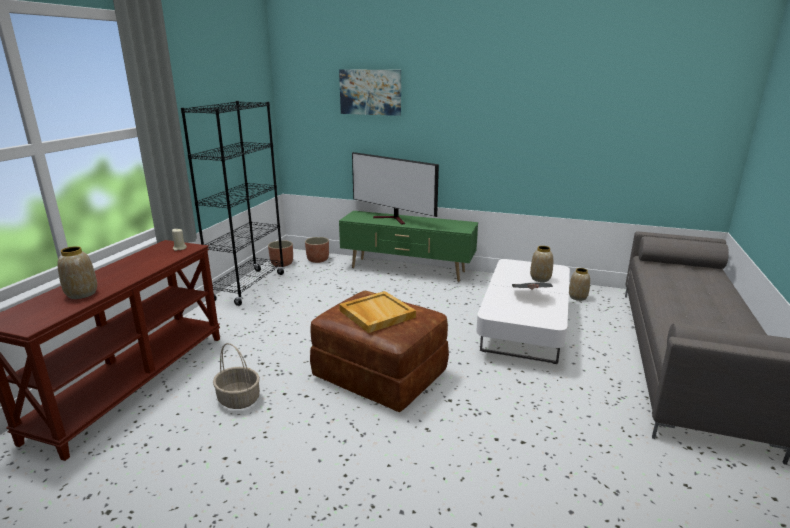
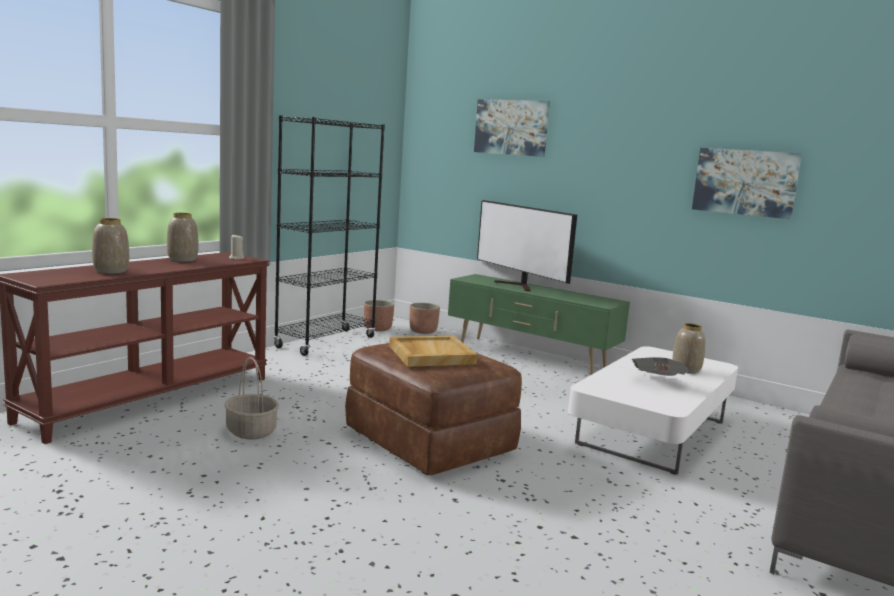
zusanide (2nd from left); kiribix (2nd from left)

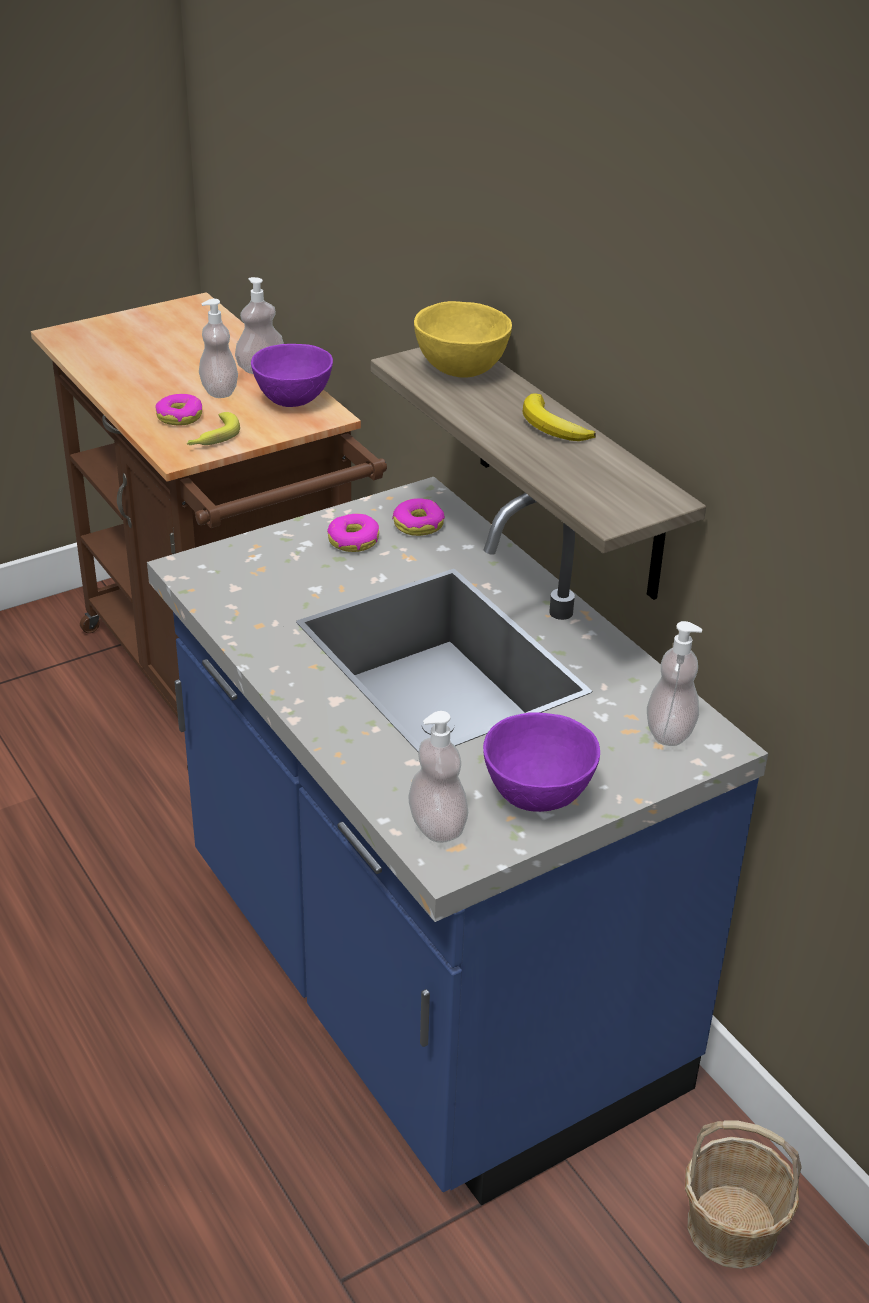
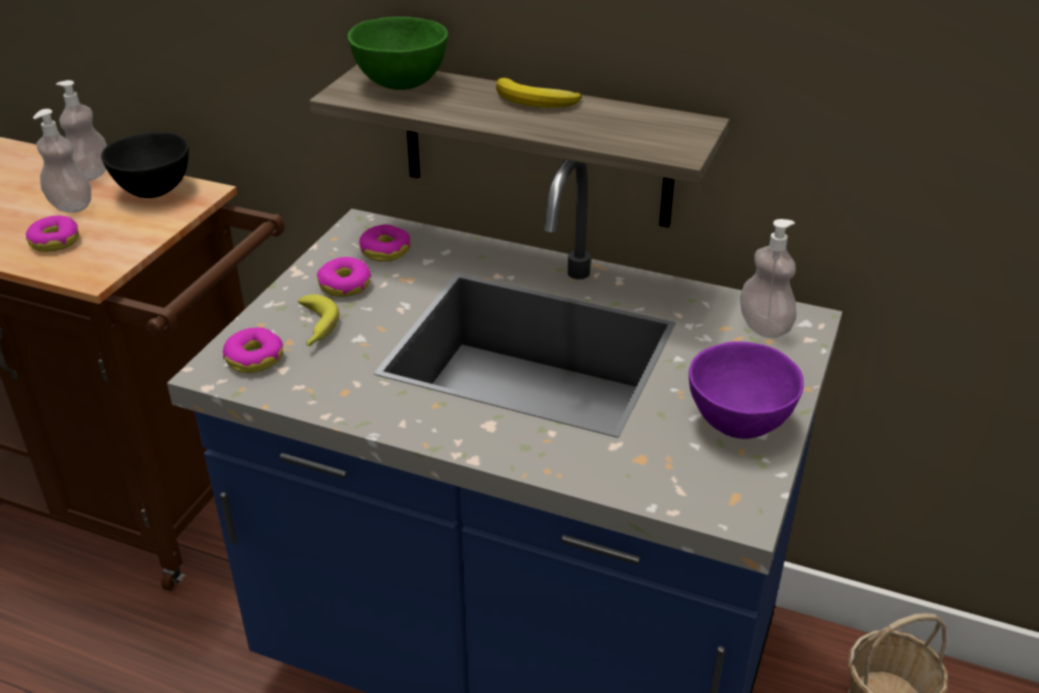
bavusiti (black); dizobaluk (2nd from left); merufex (1st from left); bavusiti (green); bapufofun (3rd from left in the first image)

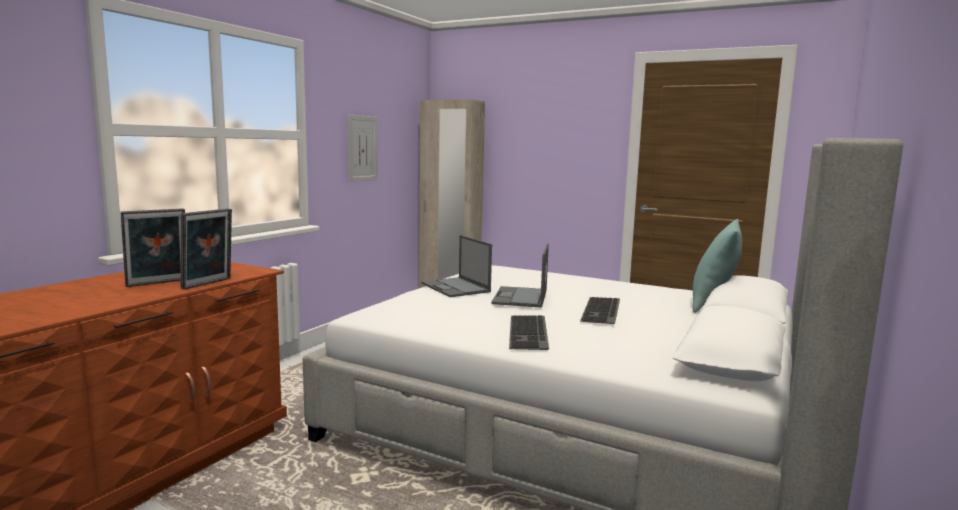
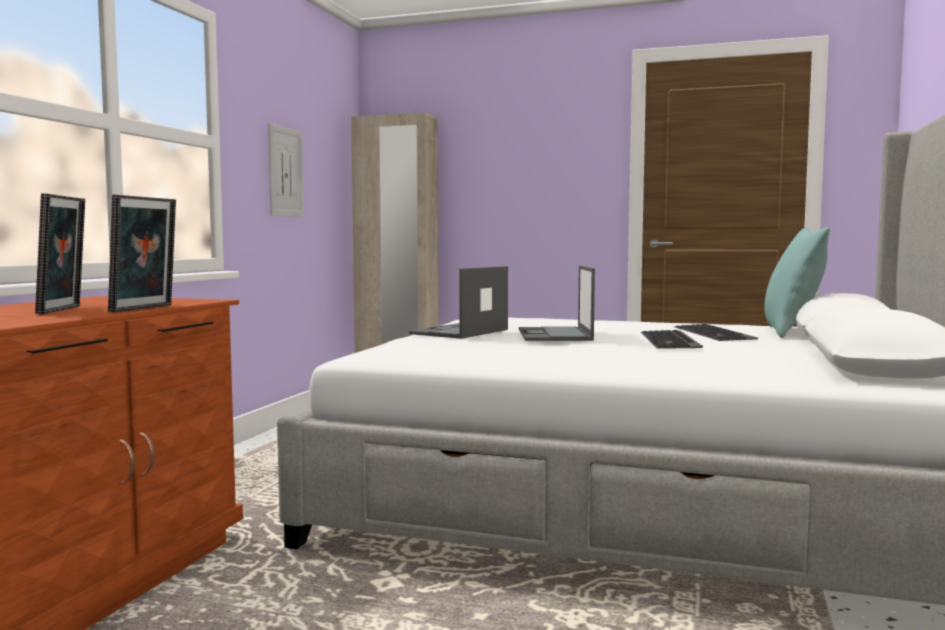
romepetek (1st from left); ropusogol (1st from left); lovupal (2nd from left)

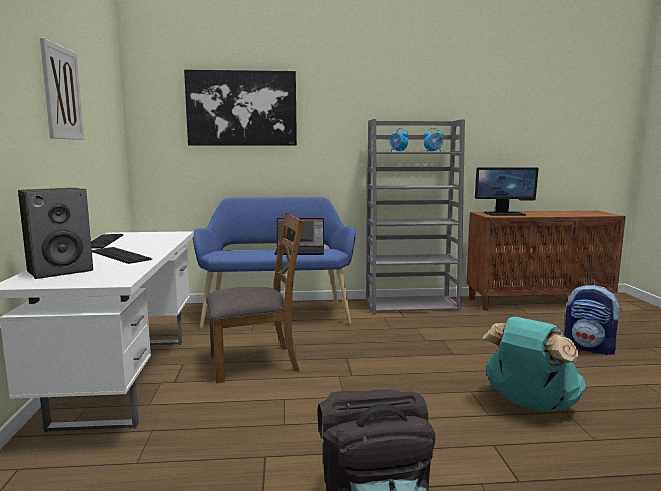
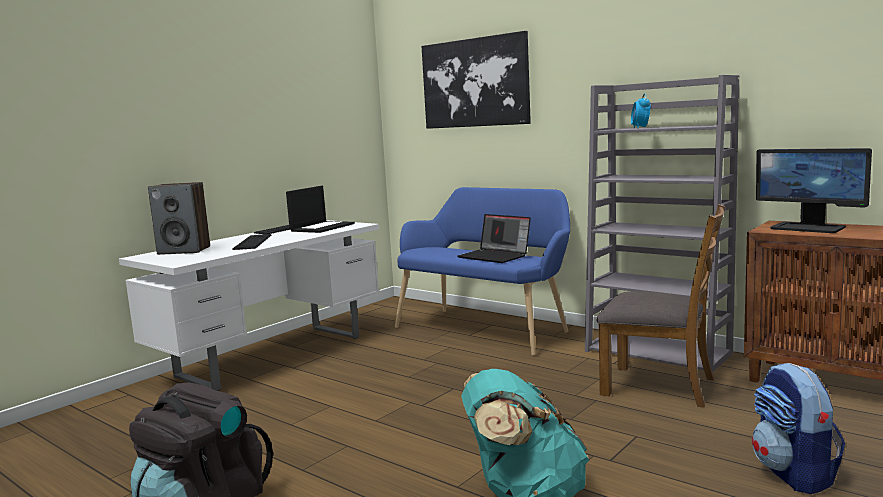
ropusogol (1st from left); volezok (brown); kiribix (1st from left in the first image); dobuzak (2nd from left in the first image)

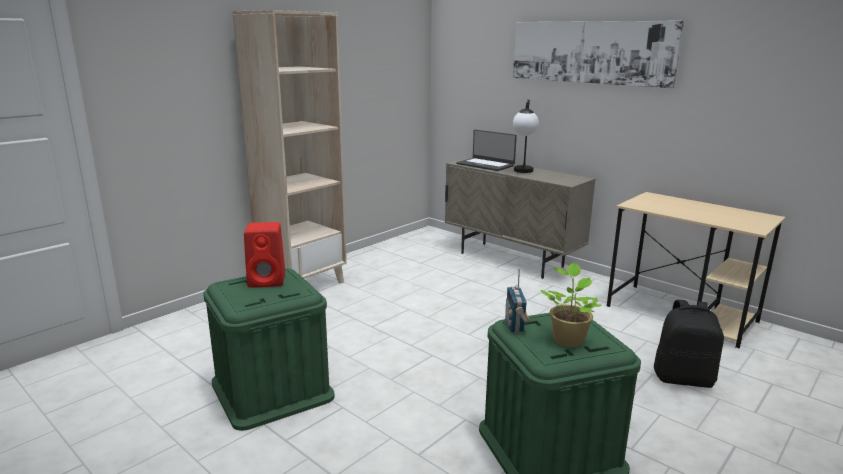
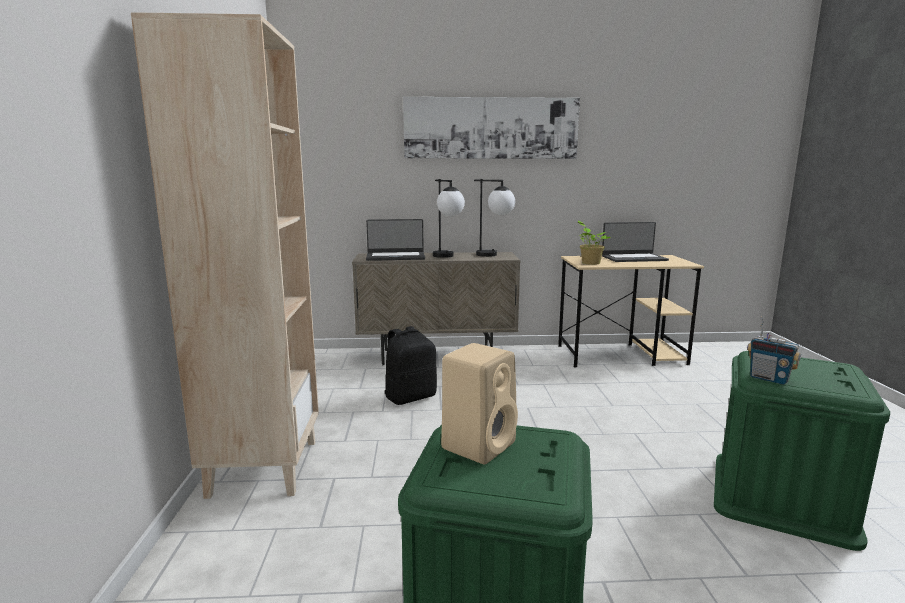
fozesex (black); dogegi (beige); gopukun (2nd from left); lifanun; ropusogol (2nd from left)

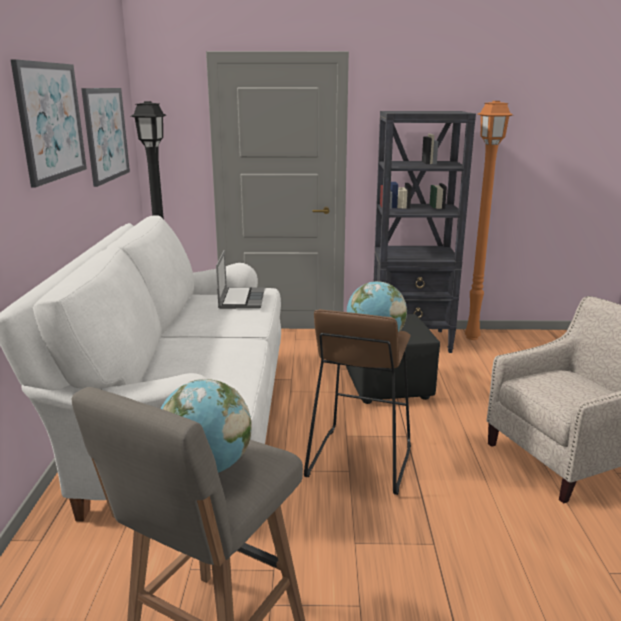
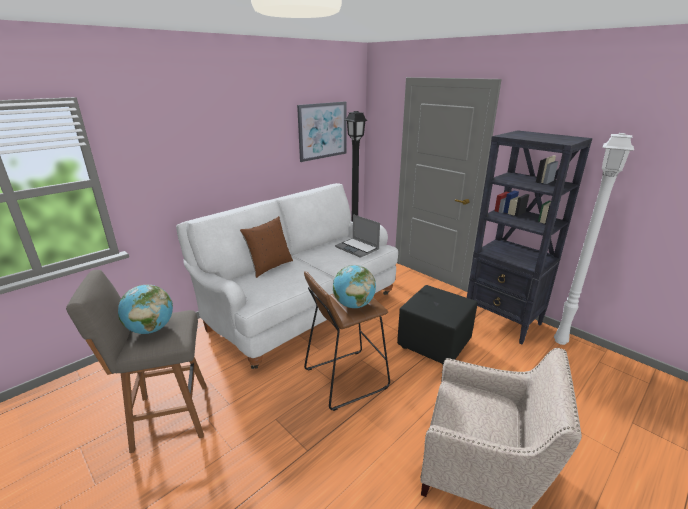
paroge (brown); ropusogol; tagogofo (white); kiribix (1st from left in the first image)

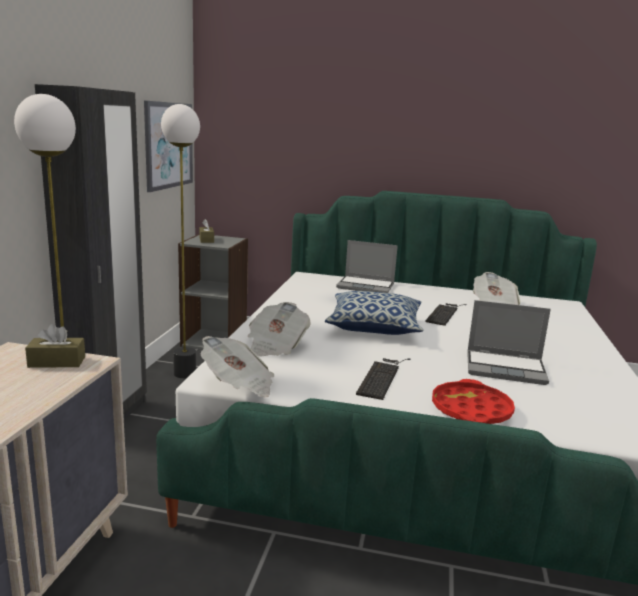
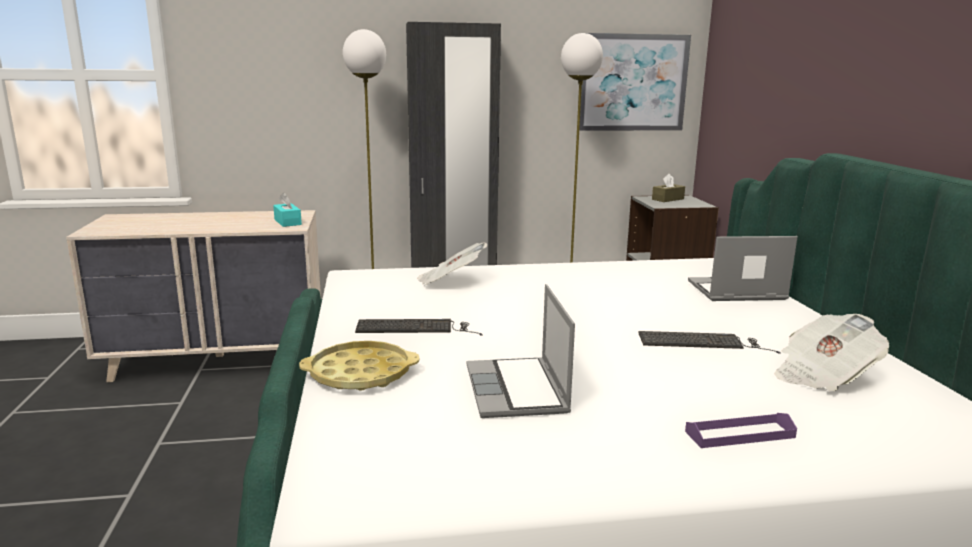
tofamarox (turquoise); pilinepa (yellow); pilinepa (purple); ropusogol (2nd from left); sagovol (1st from left in the first image); paroge

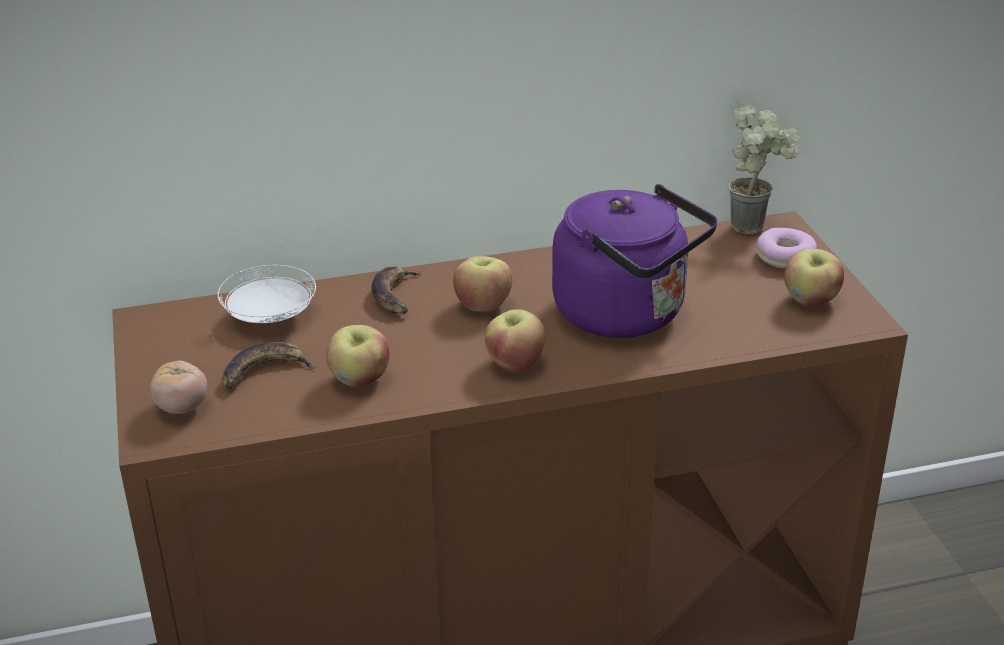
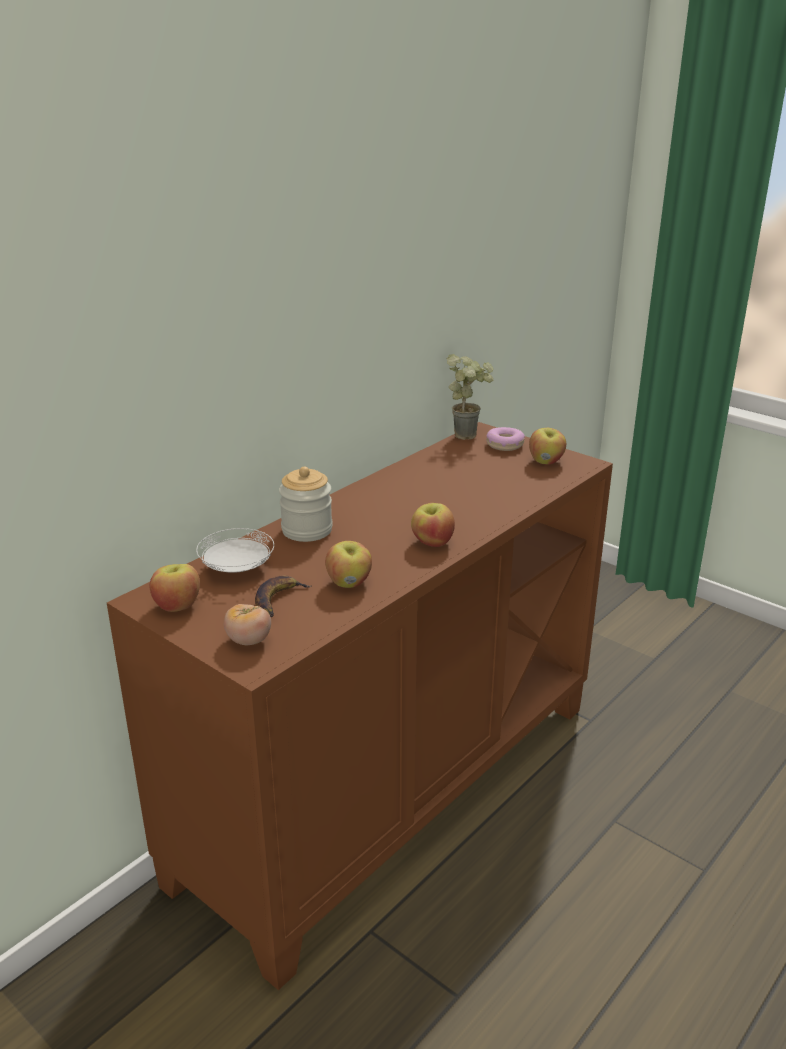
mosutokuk (1st from left); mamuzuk; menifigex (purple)

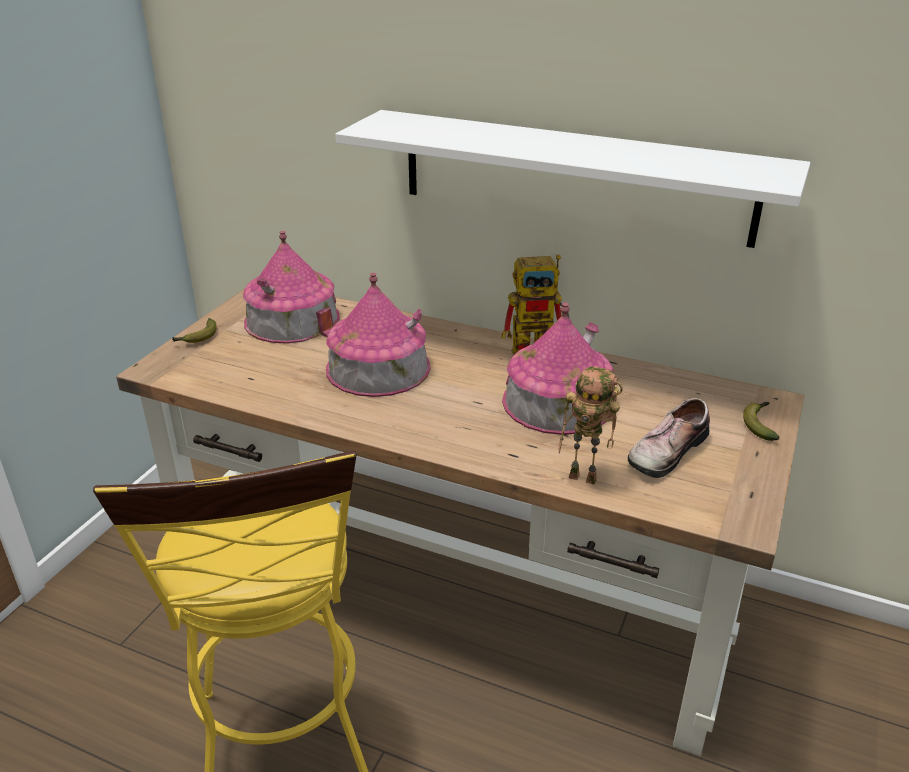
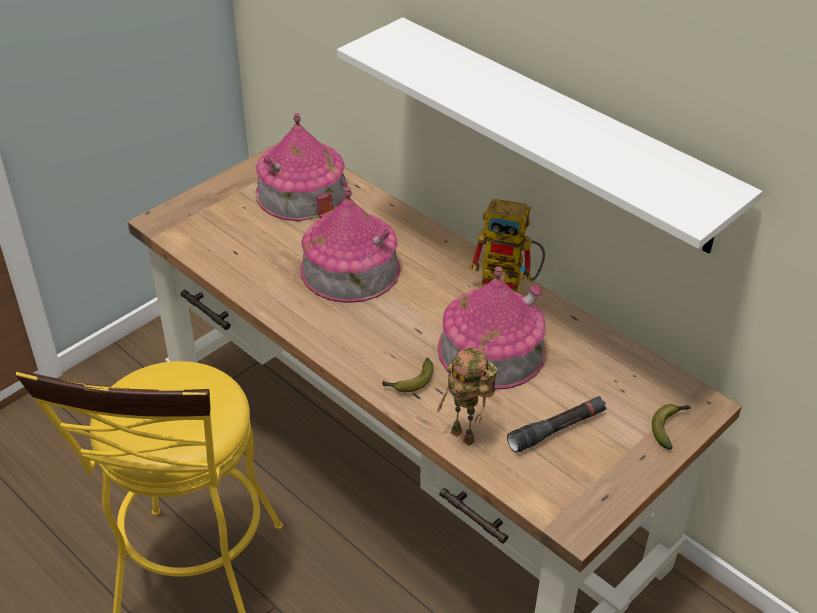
merufex (1st from left); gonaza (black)

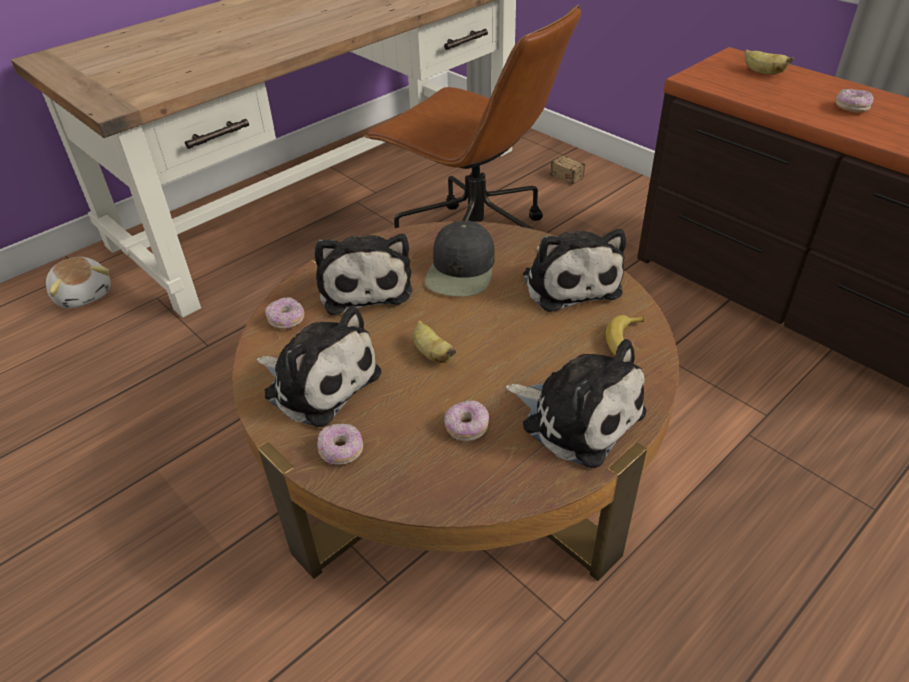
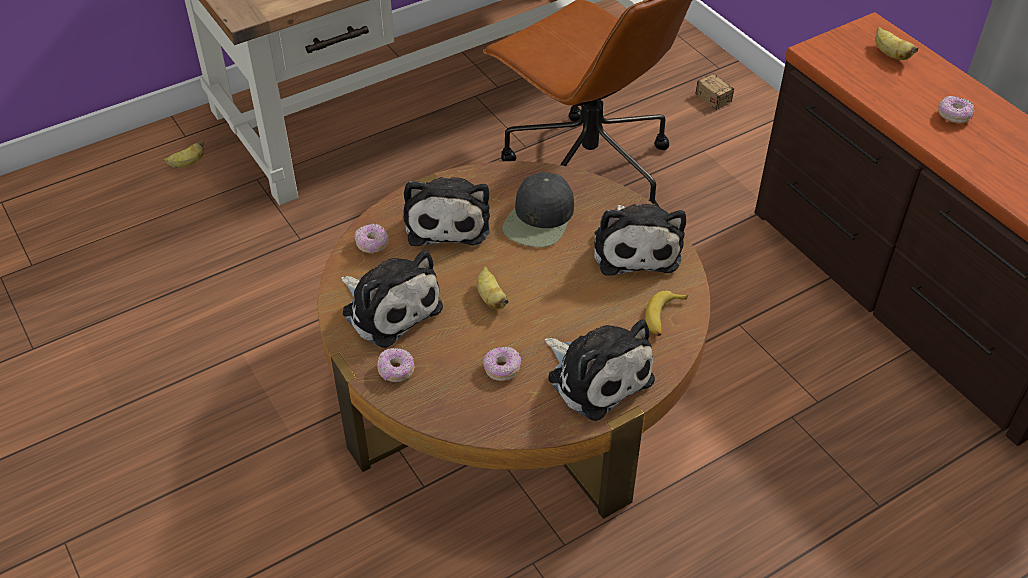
merufex (1st from left)

